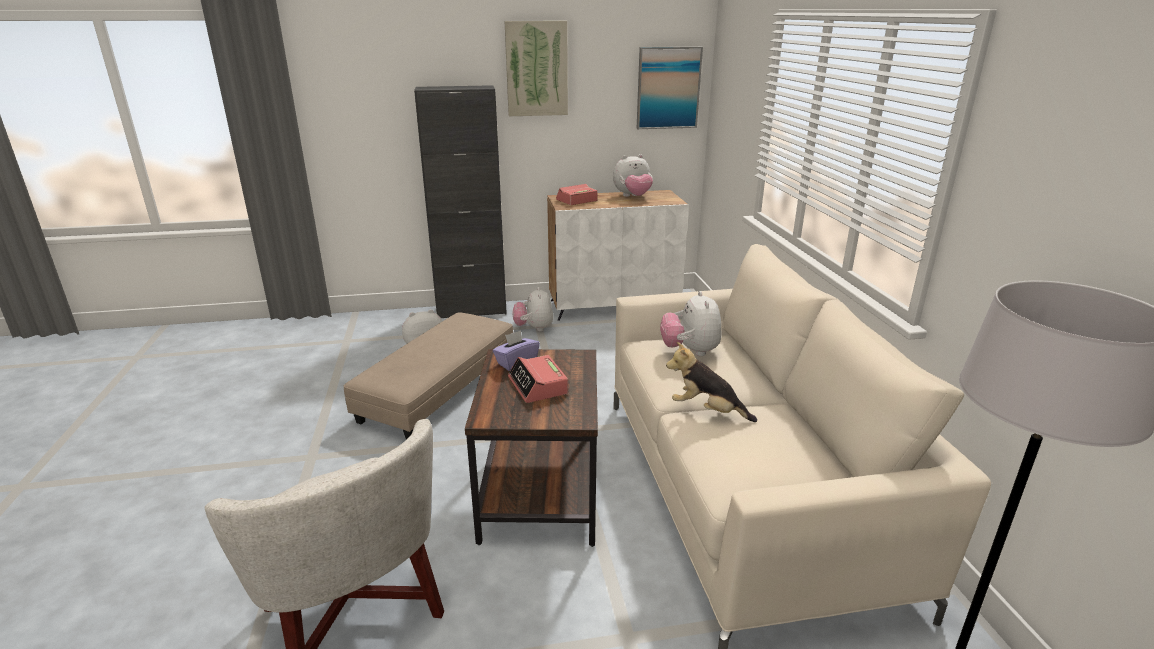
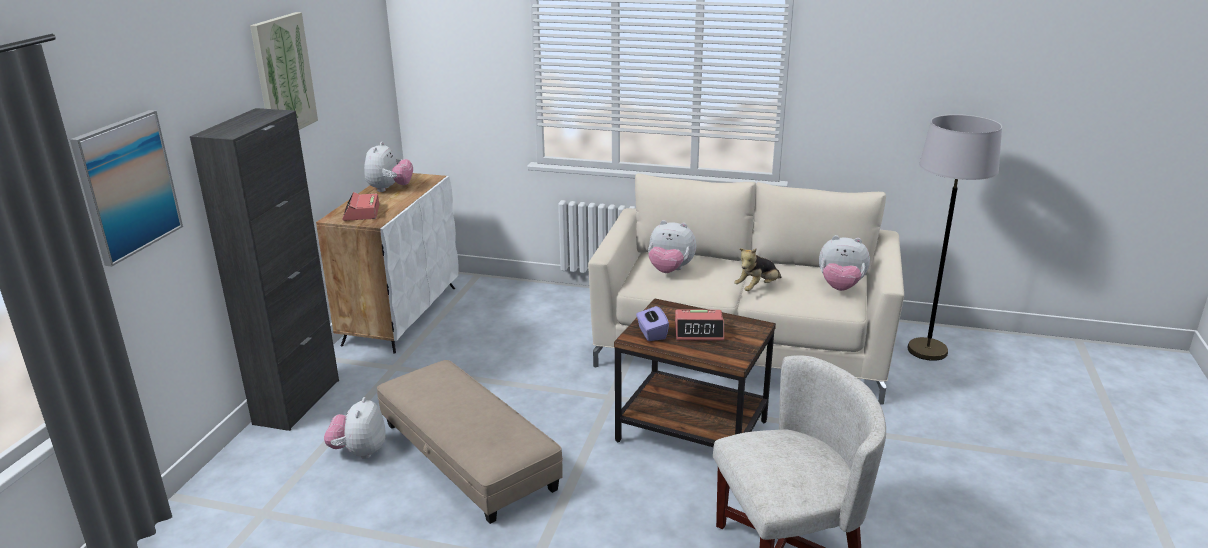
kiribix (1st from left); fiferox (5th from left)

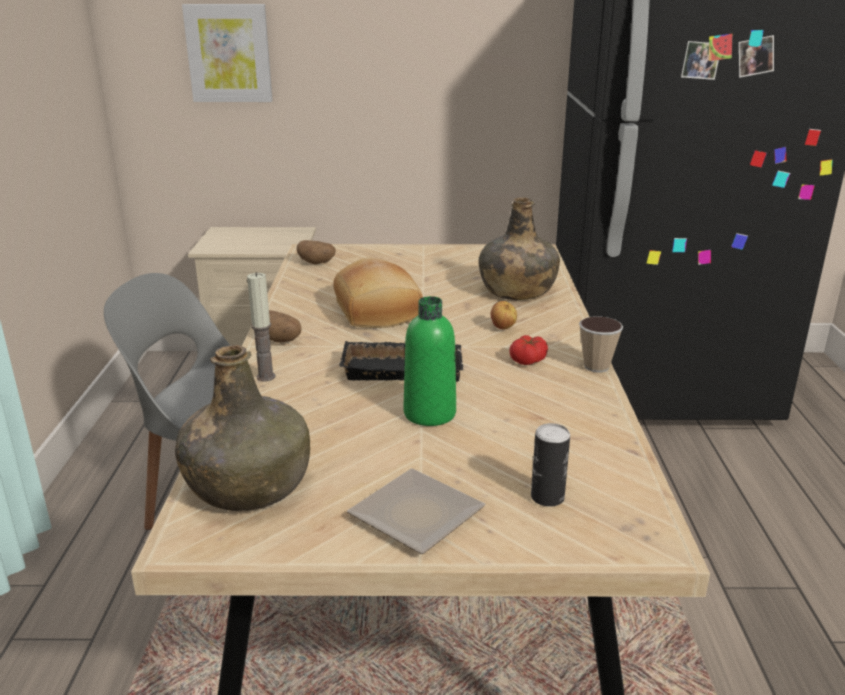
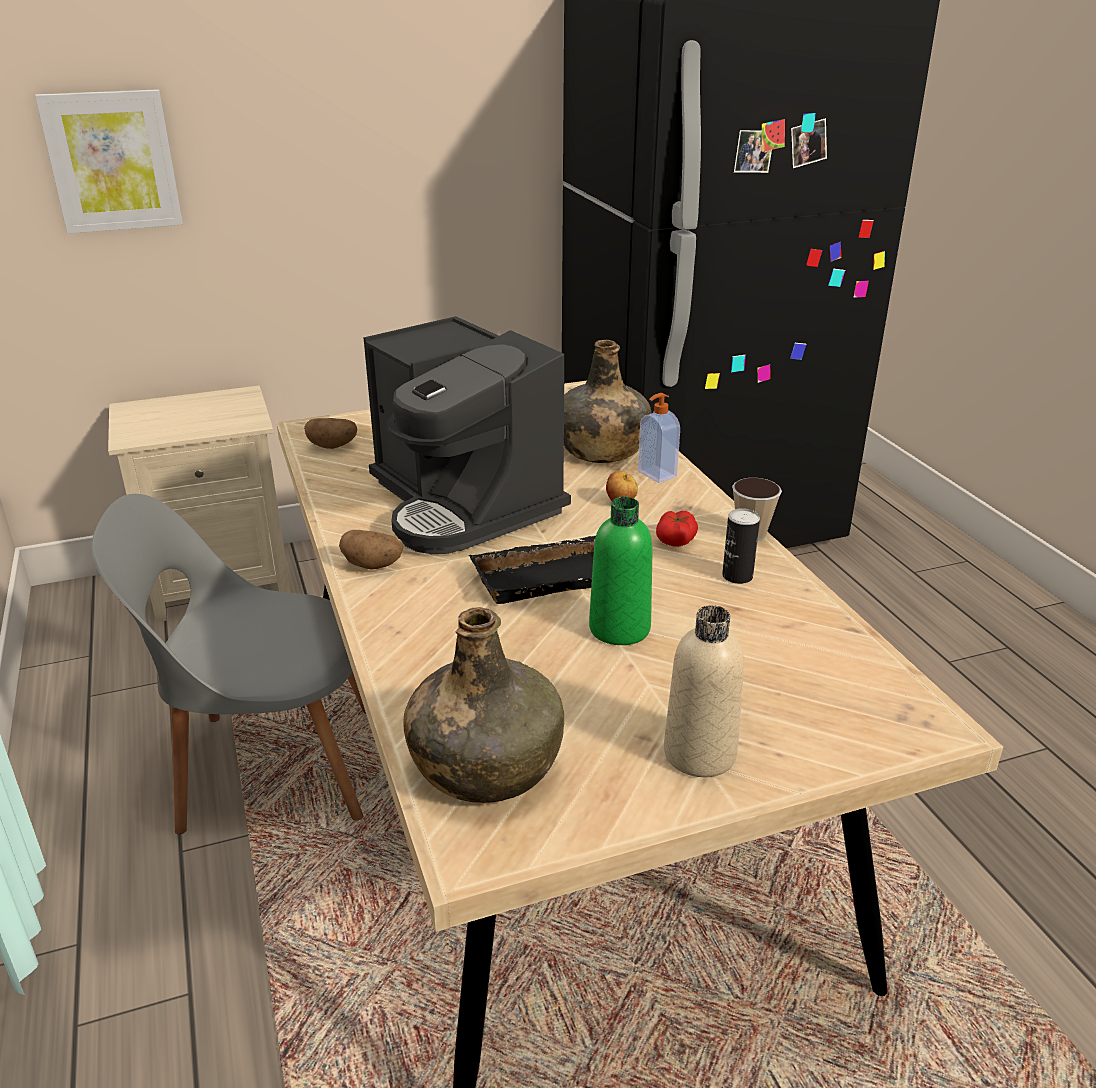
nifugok; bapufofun; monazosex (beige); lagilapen; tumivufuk

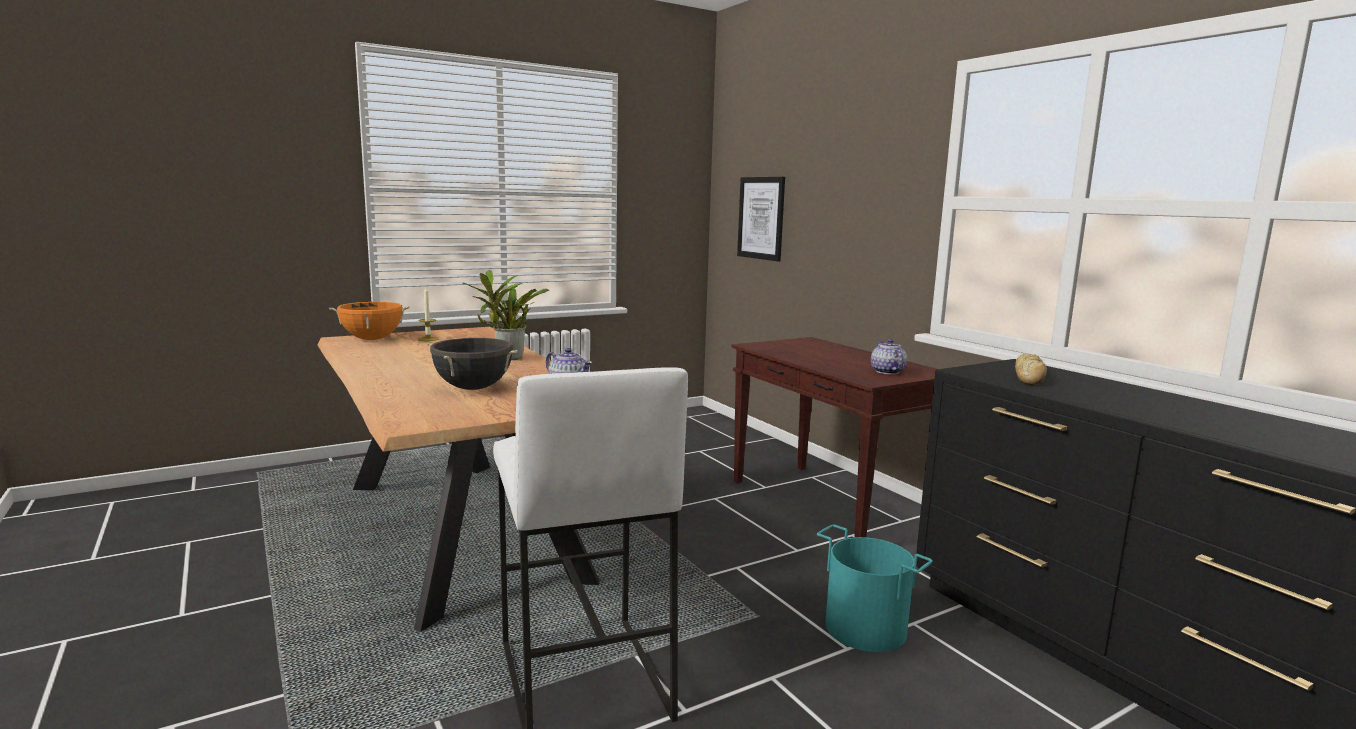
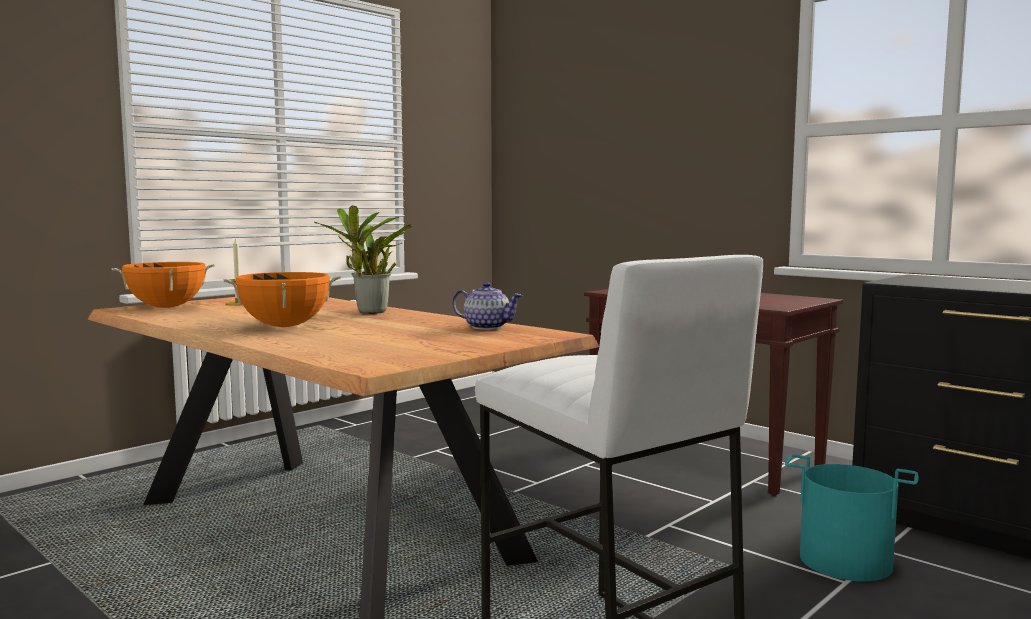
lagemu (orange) (2nd from left); lagemu (black); kiribix; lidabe (2nd from left in the first image); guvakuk

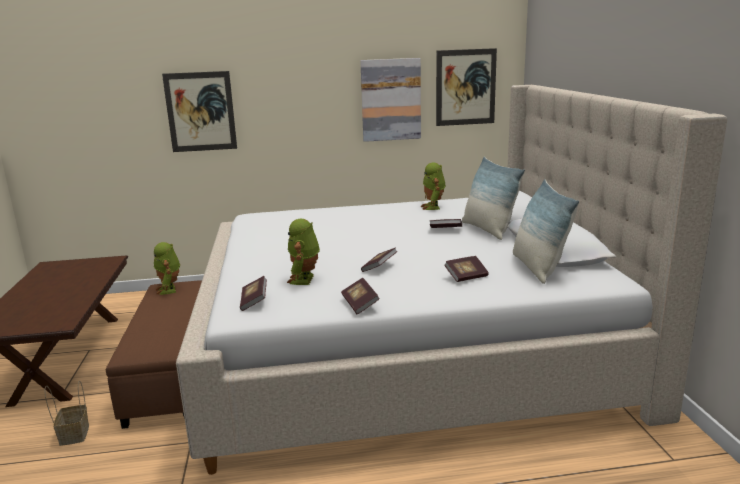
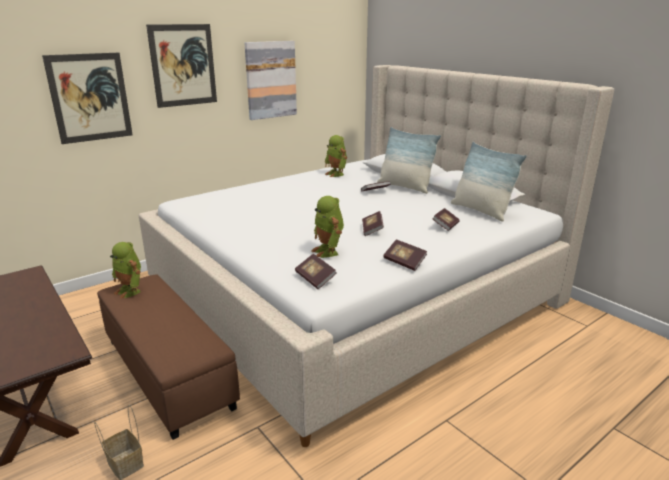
kiribix (2nd from left)

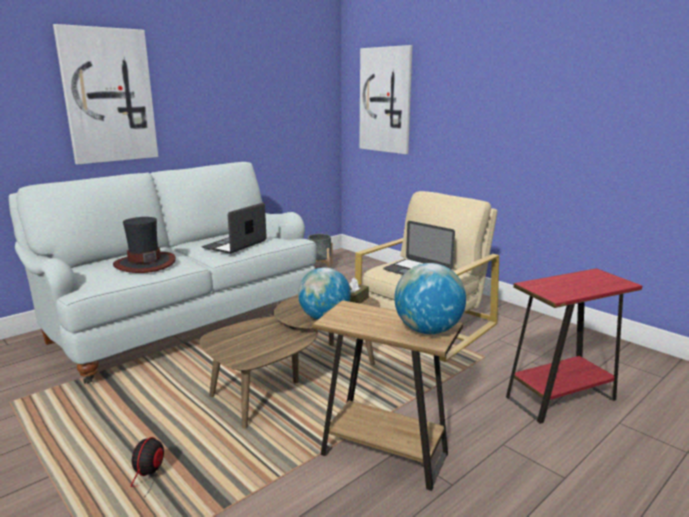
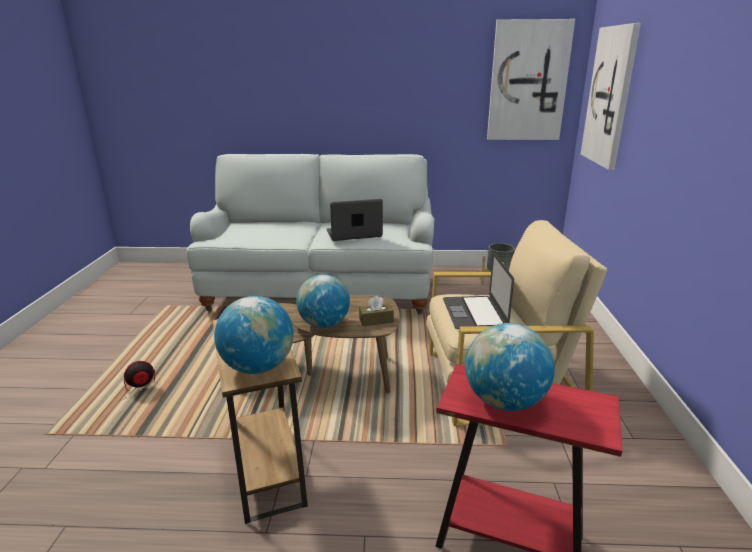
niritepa (3rd from left); kiribix (1st from left); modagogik

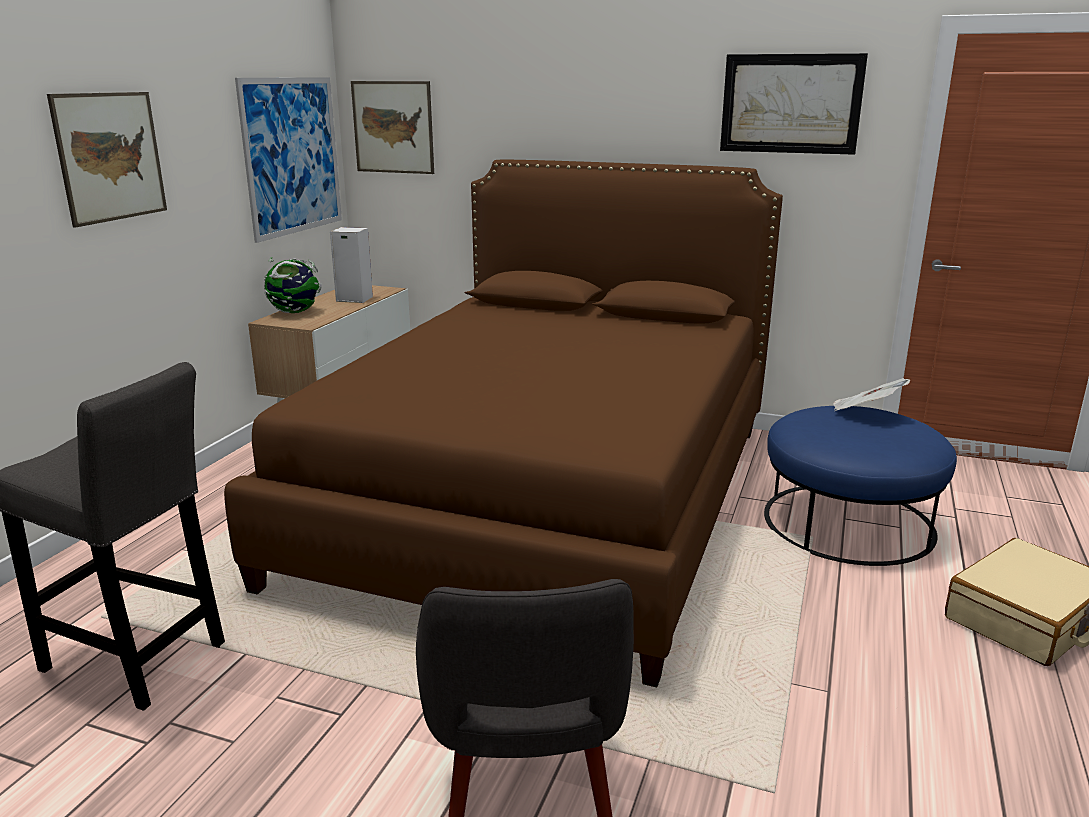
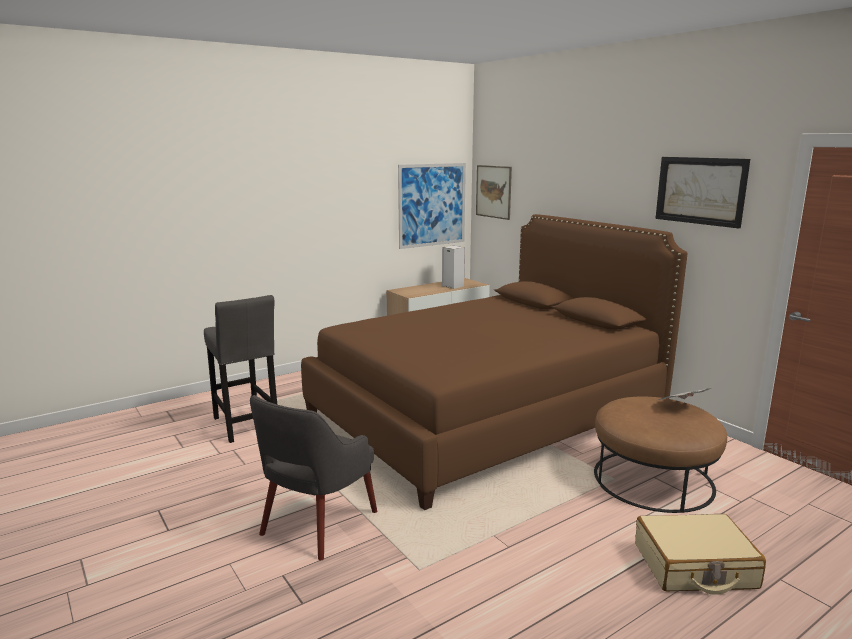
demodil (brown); kiribix (1st from left in the first image); niritepa

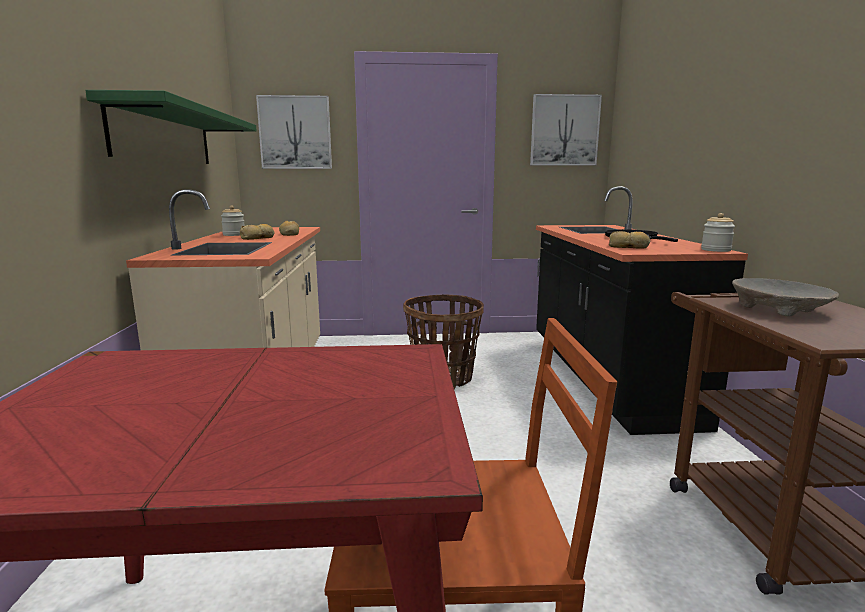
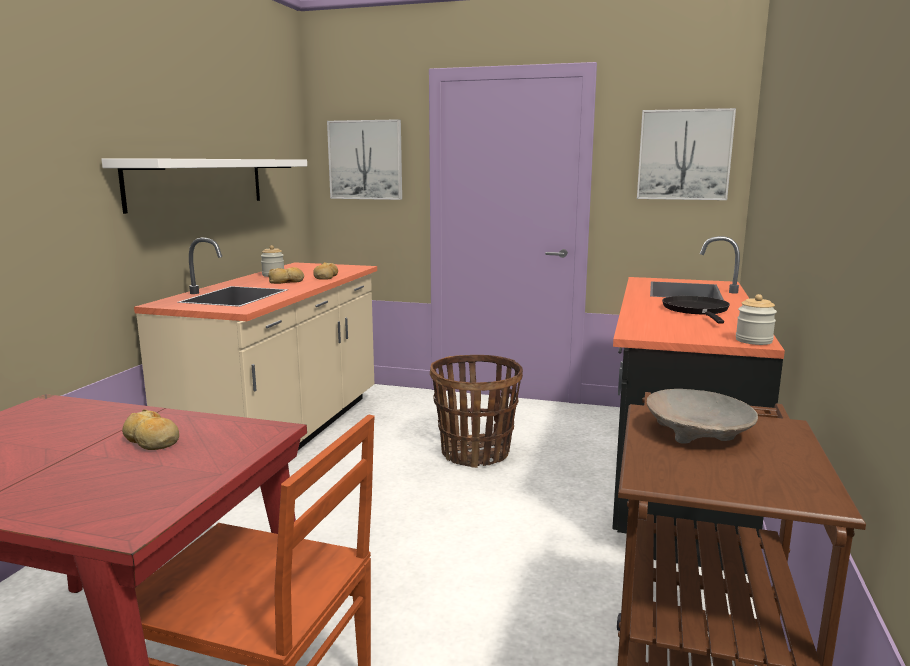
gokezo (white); guvakuk (1st from left)

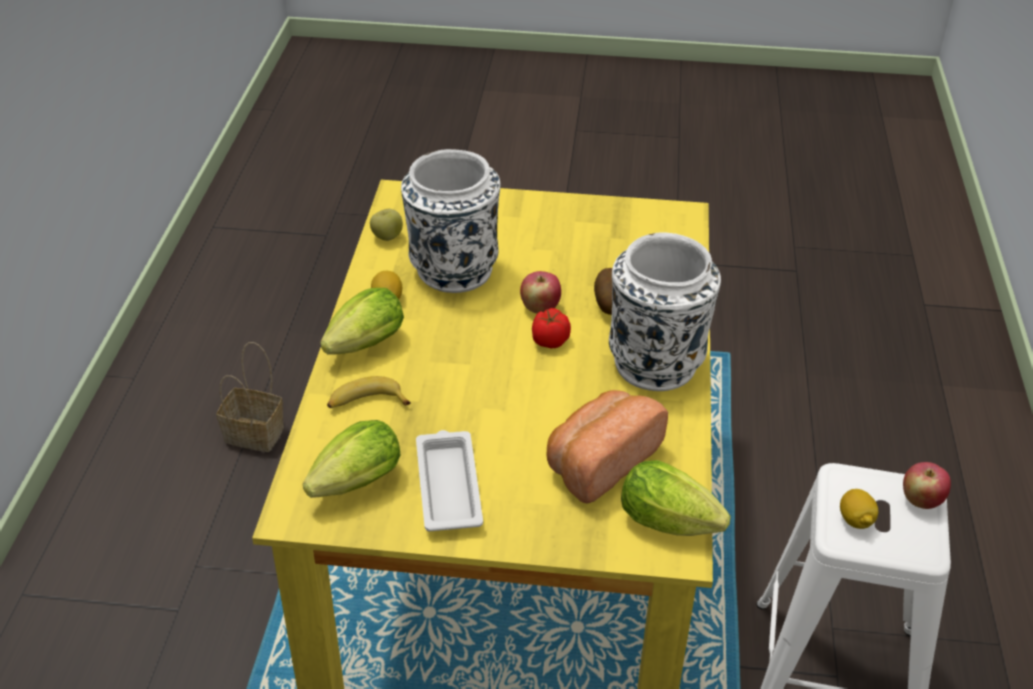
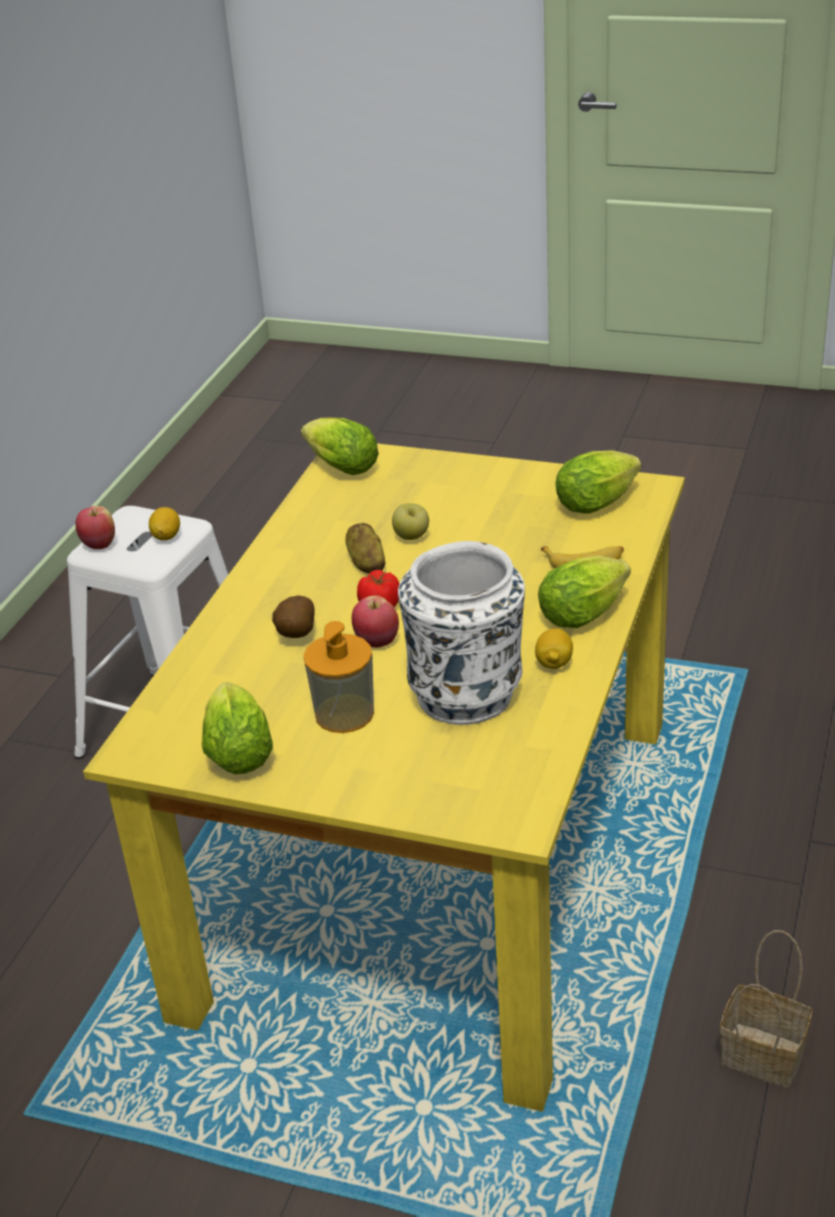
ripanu (1st from left); bapufofun; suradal (2nd from left); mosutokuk (3rd from left); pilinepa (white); guvakuk; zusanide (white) (2nd from left in the first image)

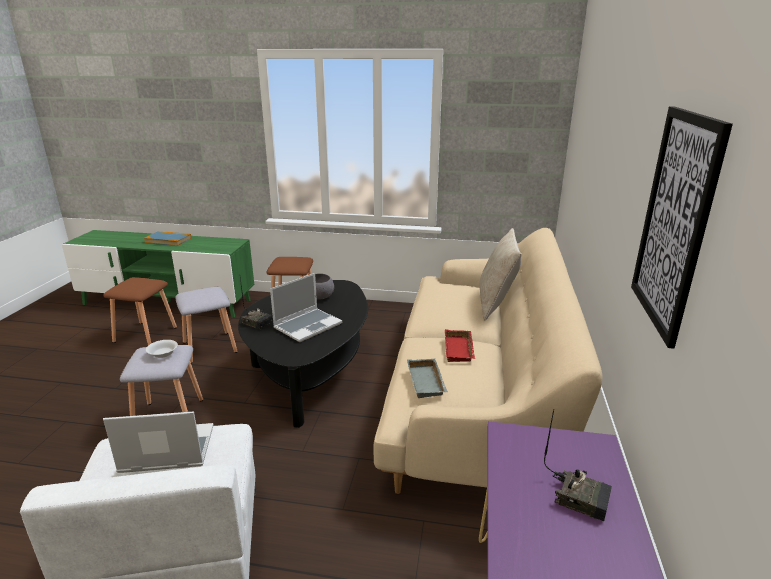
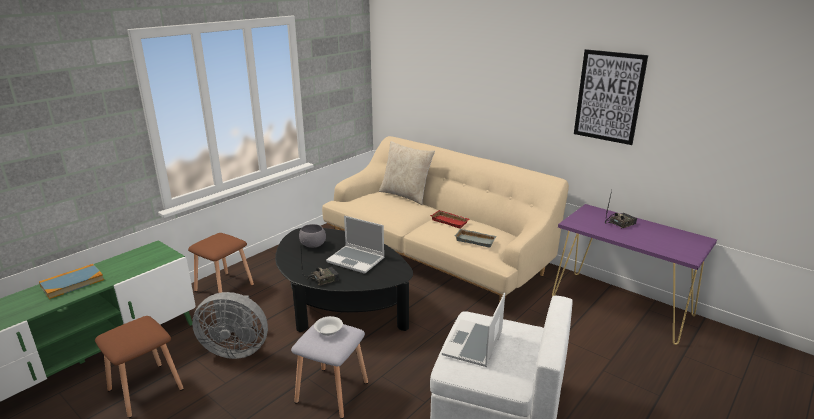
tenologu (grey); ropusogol (1st from left)

